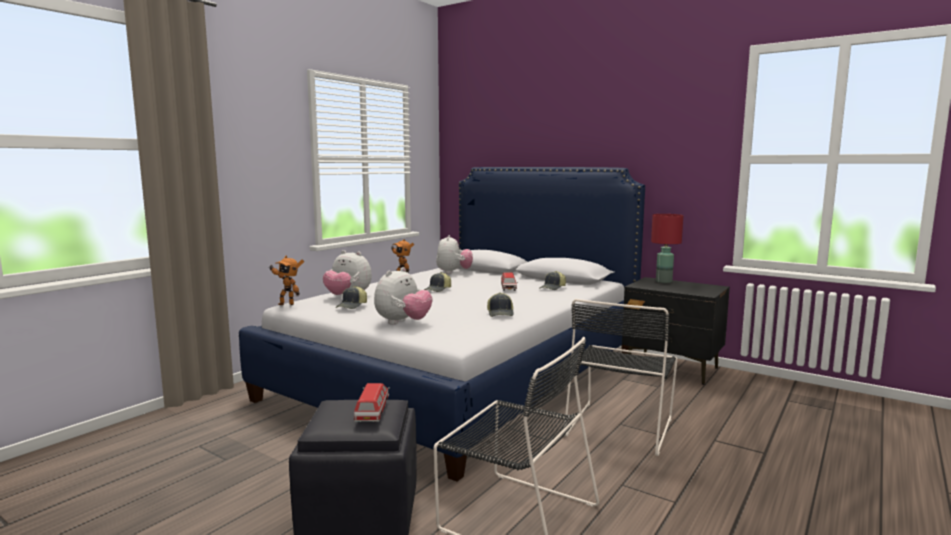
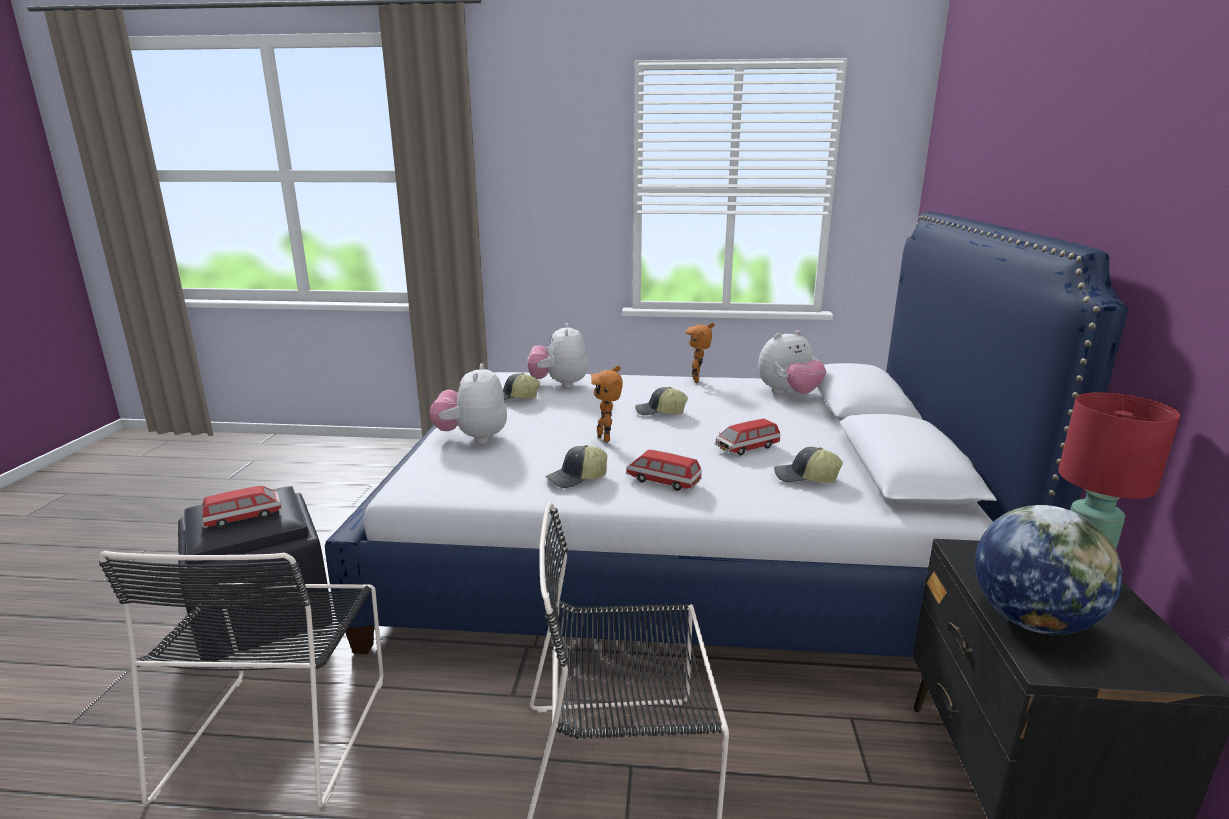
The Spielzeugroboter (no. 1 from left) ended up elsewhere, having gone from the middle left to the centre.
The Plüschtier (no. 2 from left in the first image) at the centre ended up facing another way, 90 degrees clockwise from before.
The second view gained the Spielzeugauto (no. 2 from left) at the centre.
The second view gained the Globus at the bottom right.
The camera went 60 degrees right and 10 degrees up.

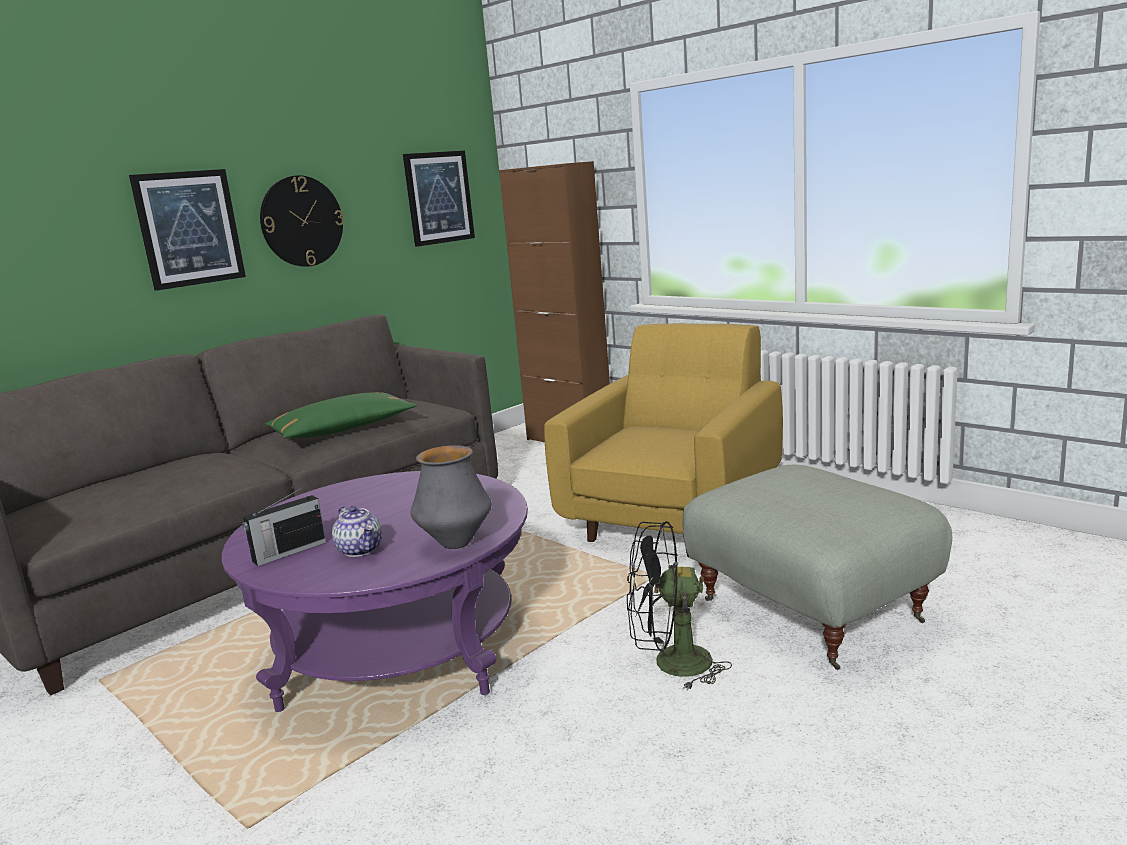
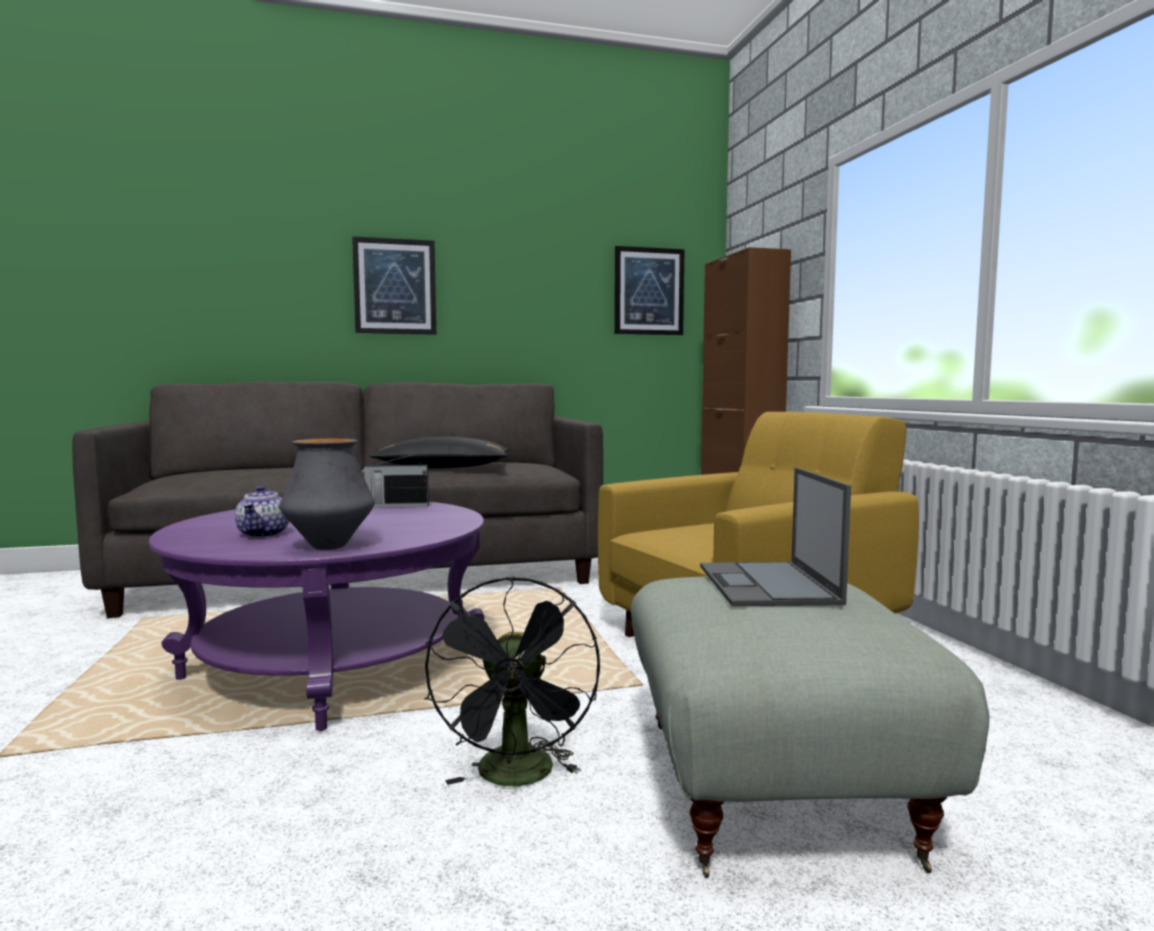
The second view lost the Wanduhr at the top left.
What was the Kissen/grün at the middle left turned into the Kissen/schwarz at the centre.
The Radio ended up elsewhere, having gone from the middle left to the centre.
The Ventilator/schwarz at the bottom centre ended up facing another way, 120 degrees counterclockwise from before.
The second view gained the Laptop at the middle right.
The camera went 30 degrees right and 10 degrees down.

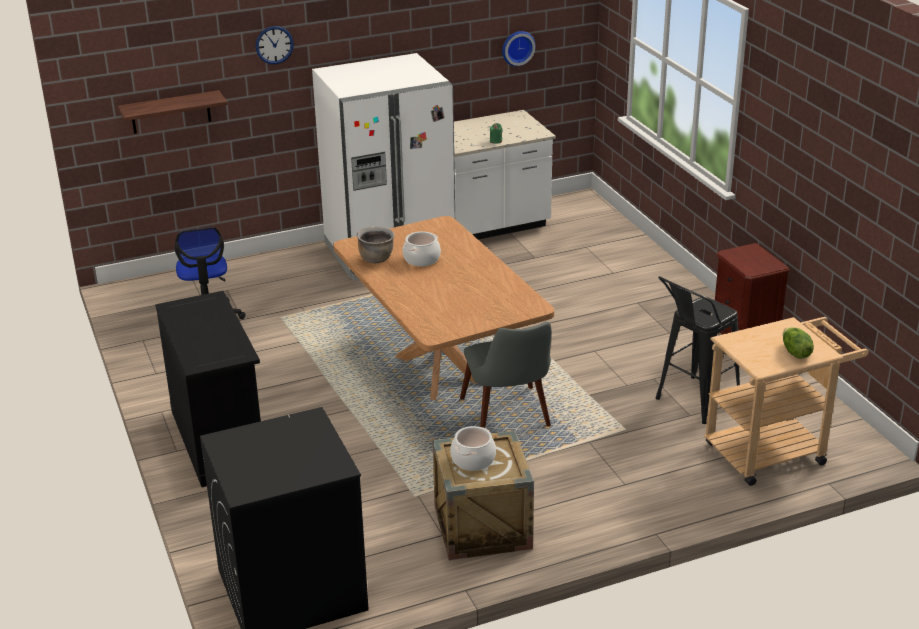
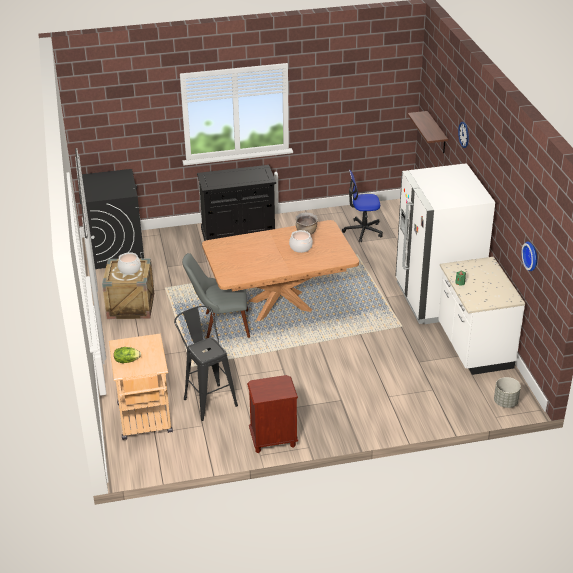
The second view gained the Pflanzkübel/grau at the bottom right.
The camera went 100 degrees right and 5 degrees up.

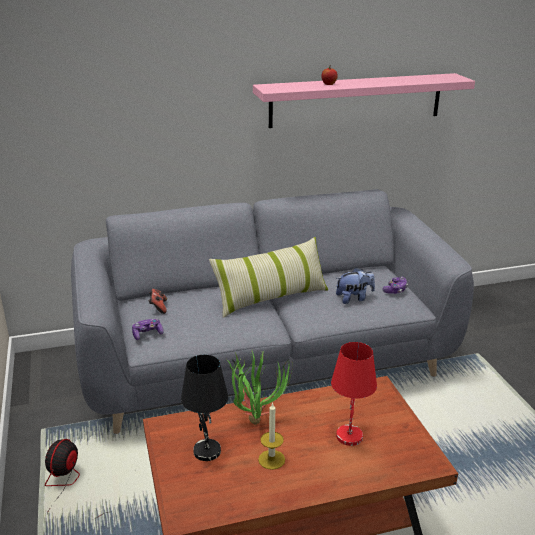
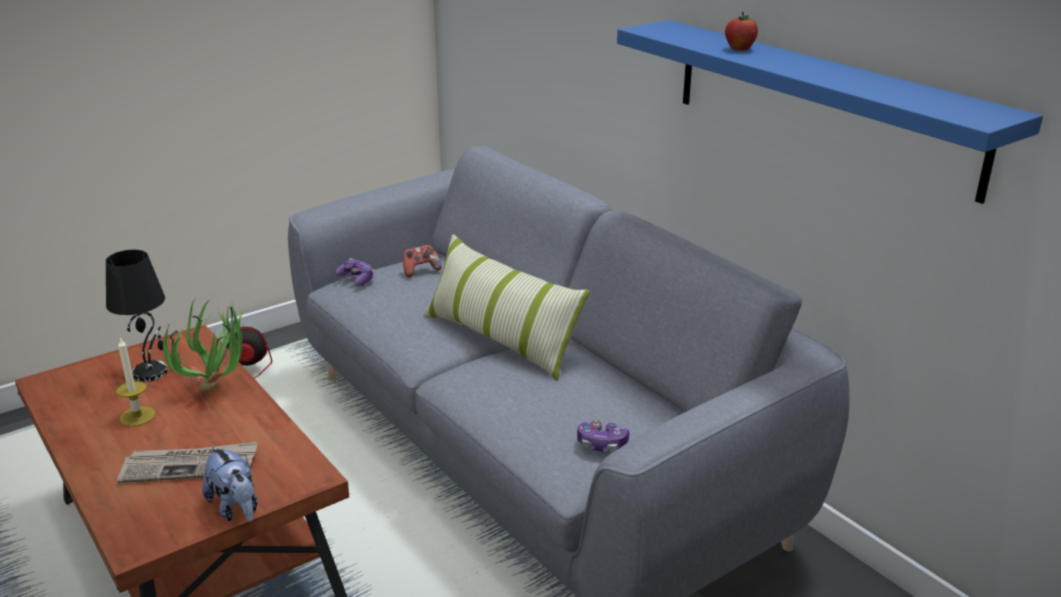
What was the Wandregal/rosa at the top right turned into the Wandregal/blau at the top right.
The Plüschtier ended up elsewhere, having gone from the centre to the bottom left.
Where the Tischlampe/rot stood at the bottom centre, the Zeitung came to stand at the bottom left.
The camera went 70 degrees right and 0 degrees up.

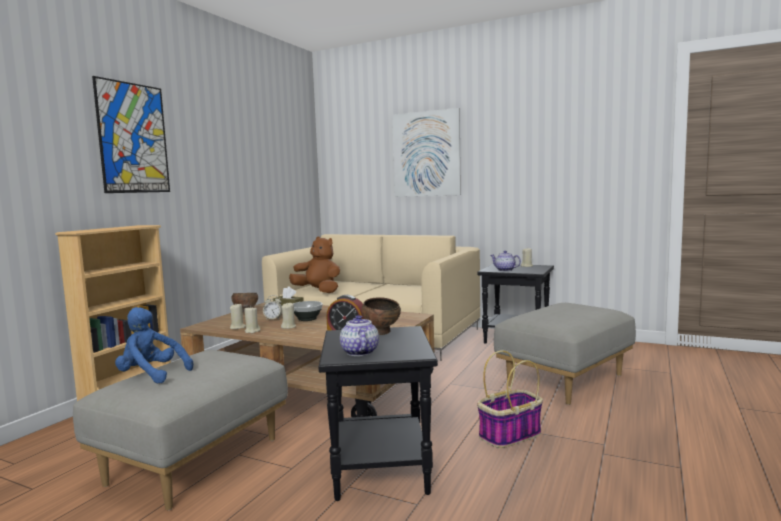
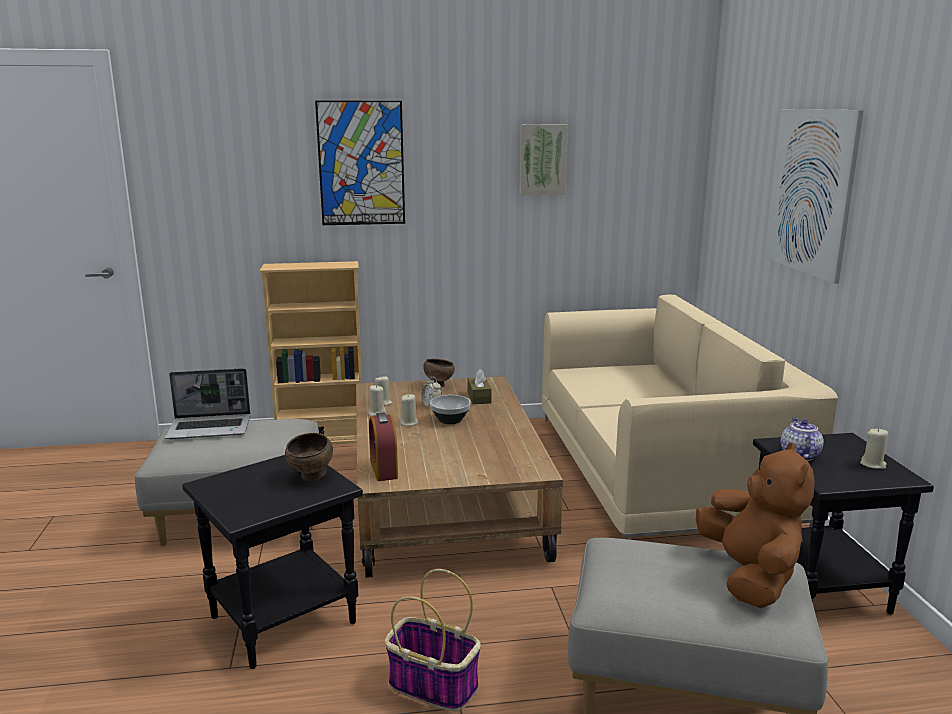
The Plüschtier/braun ended up elsewhere, having gone from the centre to the bottom right.
Where the Plüschtier/blau stood at the middle left, the Laptop came to stand at the middle left.
The second view lost the Teekanne (no. 1 from left) at the centre.
The second view gained the Bild (no. 2 from left) at the top centre.
The camera went 55 degrees right and 10 degrees up.

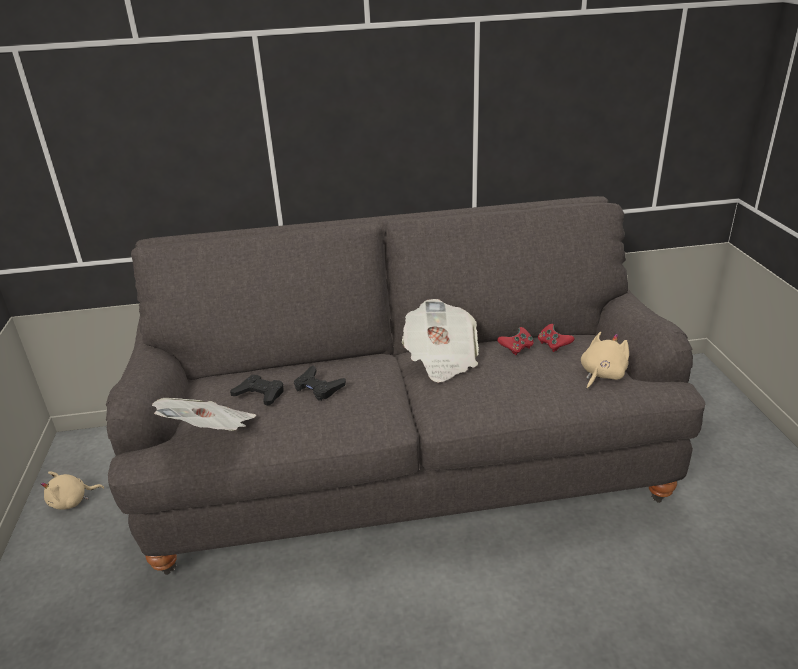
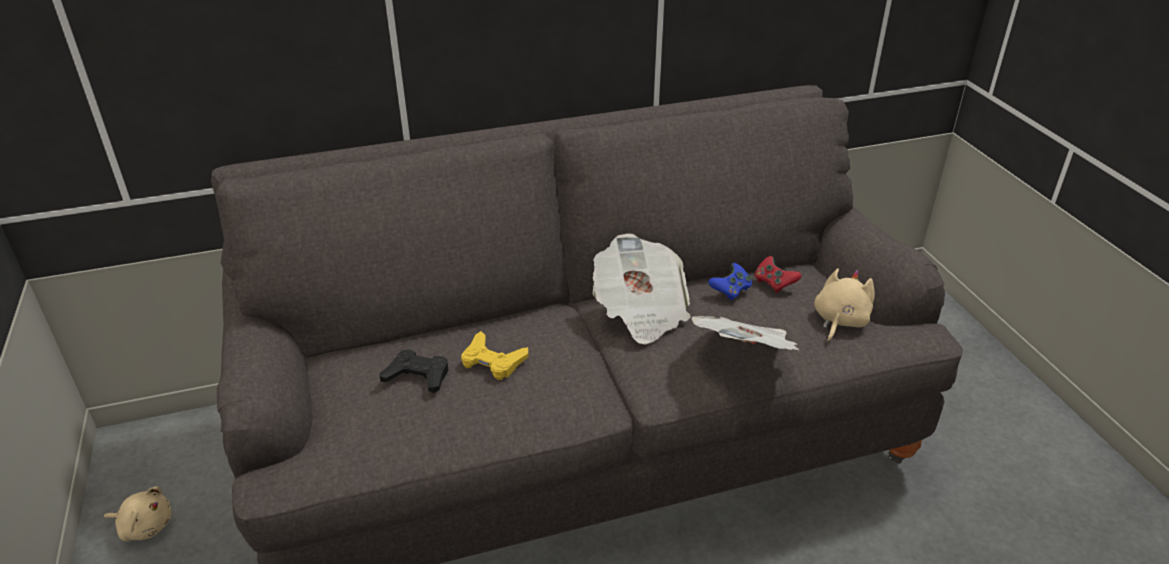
What was the Gamepad/rot (no. 1 from left) at the centre turned into the Gamepad/blau at the centre.
What was the Gamepad/schwarz (no. 2 from left) at the centre turned into the Gamepad/gelb at the centre.
The Zeitung (no. 1 from left in the first image) ended up elsewhere, having gone from the middle left to the centre.
The Plüschtier/beige (no. 1 from left) at the bottom left ended up facing another way, 135 degrees counterclockwise from before.
The camera went 10 degrees left and 5 degrees up.

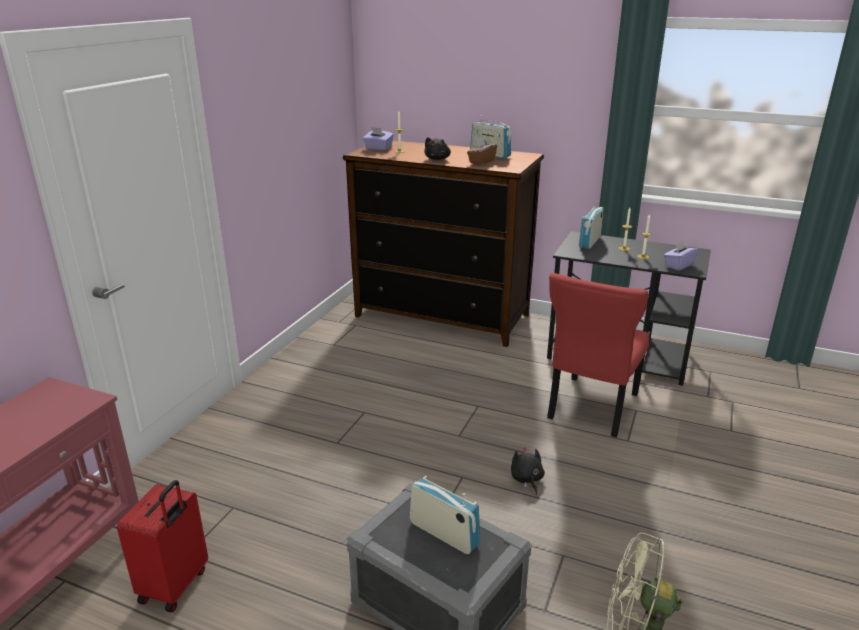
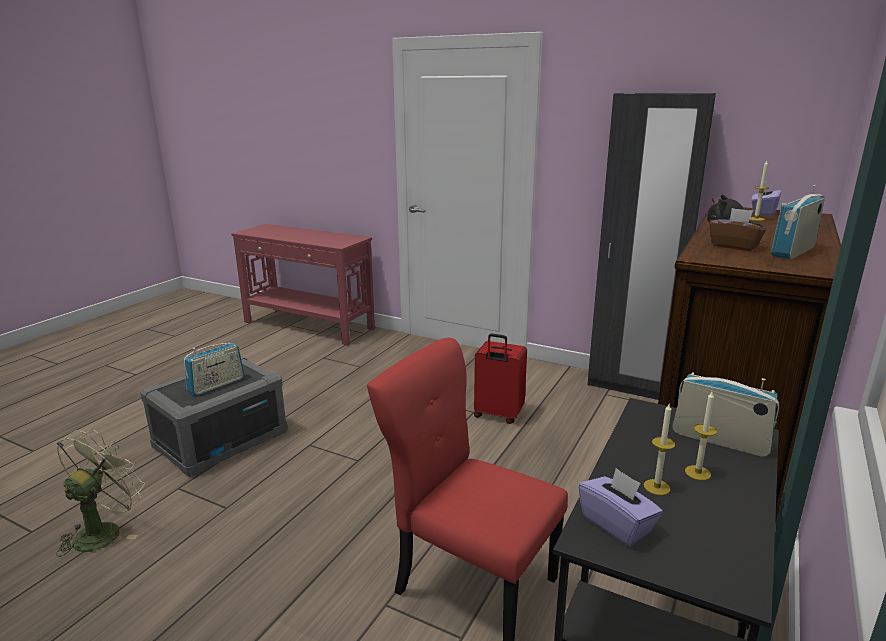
The second view lost the Plüschtier/schwarz (no. 2 from left) at the bottom centre.
The Koffer/rot ended up elsewhere, having gone from the bottom left to the centre.
The second view gained the Kleiderschrank/schwarz at the middle right.
The camera went 95 degrees right and 5 degrees down.

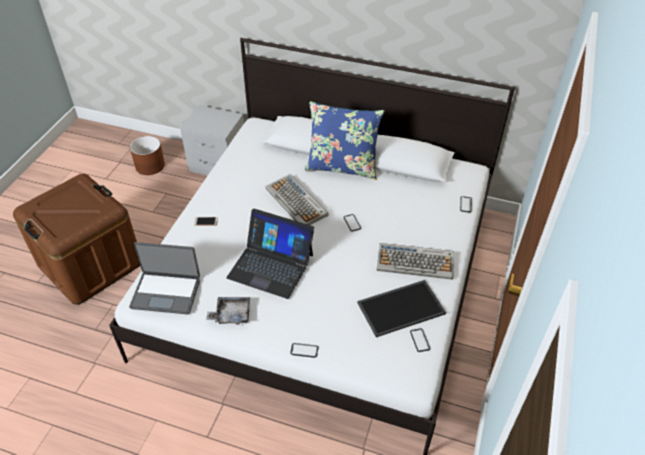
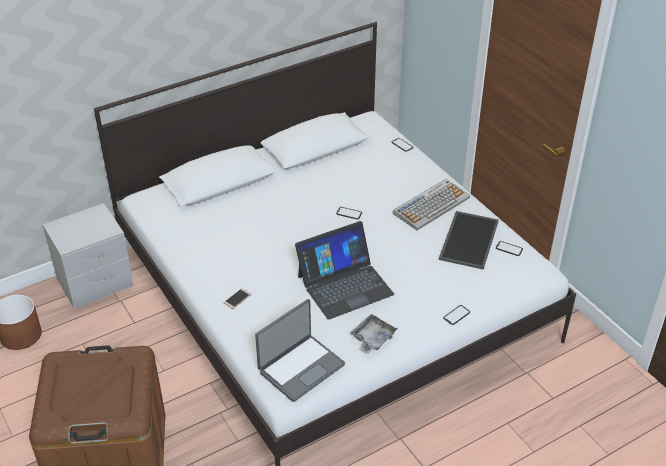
The second view lost the Kissen/blau at the top centre.
The second view lost the Tastatur (no. 1 from left) at the centre.
The camera went 50 degrees left and 5 degrees down.

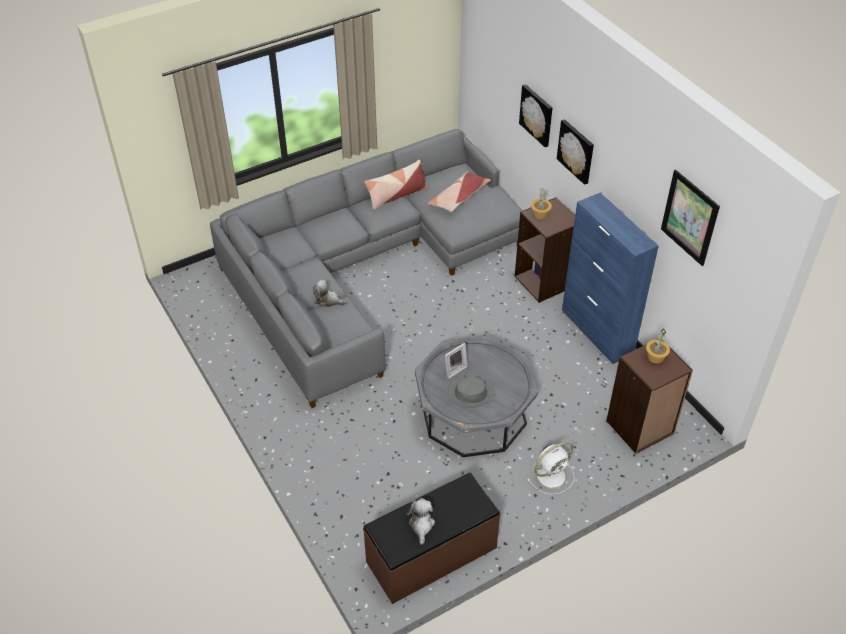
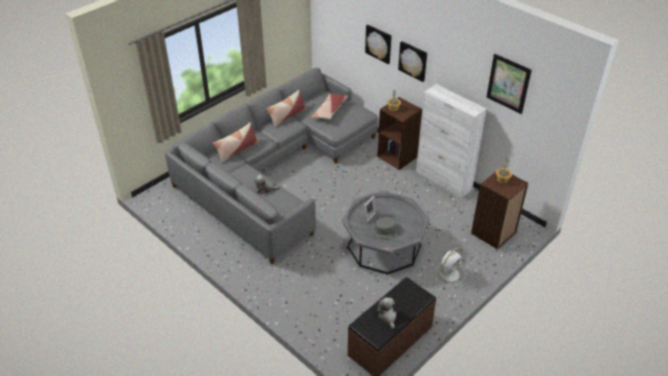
What was the Schrank/blau at the middle right turned into the Schrank/weiß at the middle right.
The second view gained the Kissen (no. 1 from left) at the centre.
The camera went 15 degrees left and 5 degrees down.

